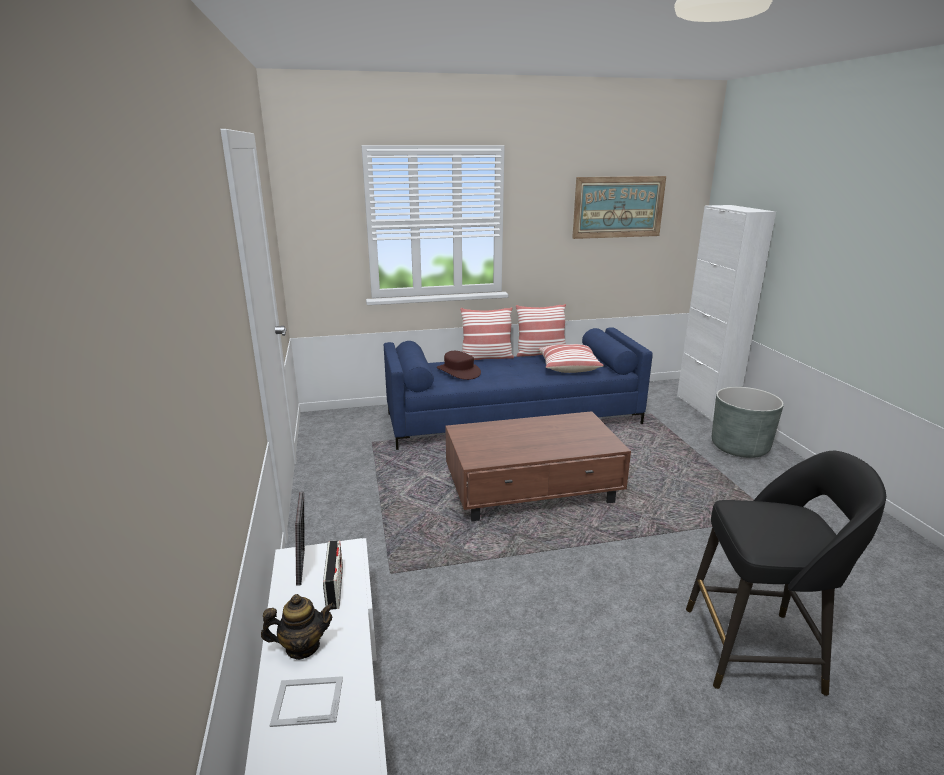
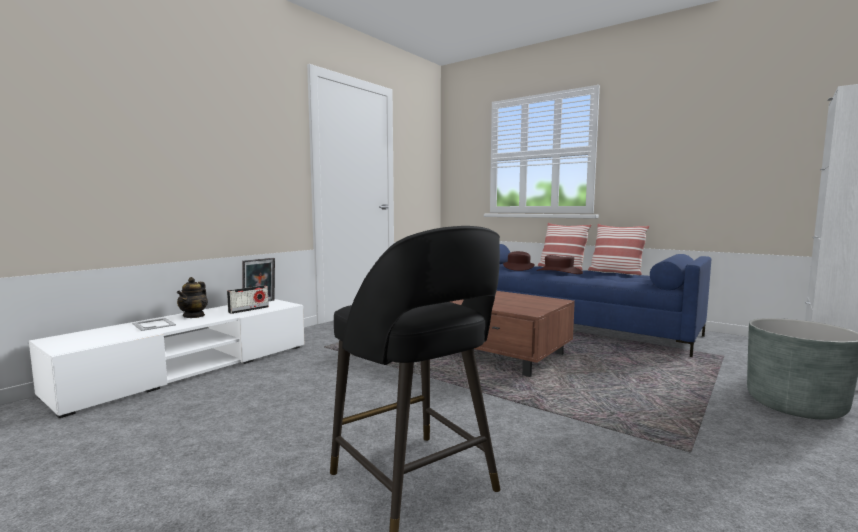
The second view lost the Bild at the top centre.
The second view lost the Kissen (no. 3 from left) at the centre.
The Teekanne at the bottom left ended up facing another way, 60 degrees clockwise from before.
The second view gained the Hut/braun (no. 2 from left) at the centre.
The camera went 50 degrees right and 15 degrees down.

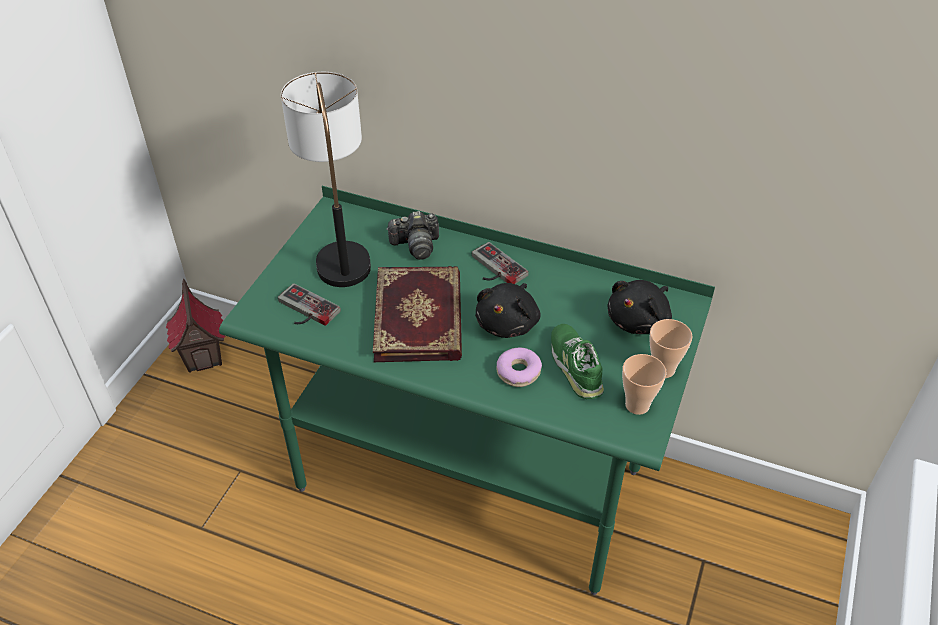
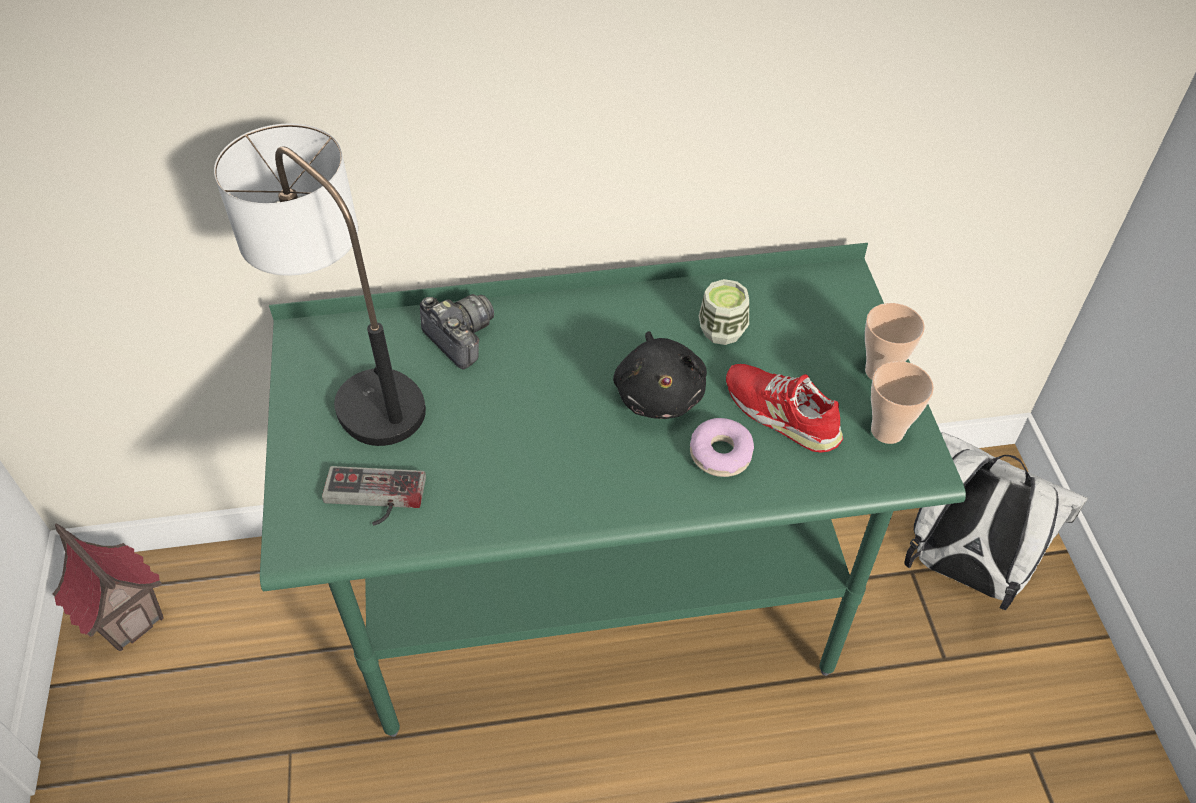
The Kamera at the centre ended up facing another way, 90 degrees counterclockwise from before.
The second view lost the Gamepad (no. 2 from left) at the centre.
The second view lost the Buch at the centre.
The second view lost the Plüschtier/schwarz (no. 2 from left) at the middle right.
What was the Schuh/grün at the centre turned into the Schuh/rot at the centre.
The second view gained the Tasse (no. 1 from left) at the centre.
The second view gained the Rucksack/weiß at the middle right.
The camera went 30 degrees left and 5 degrees up.

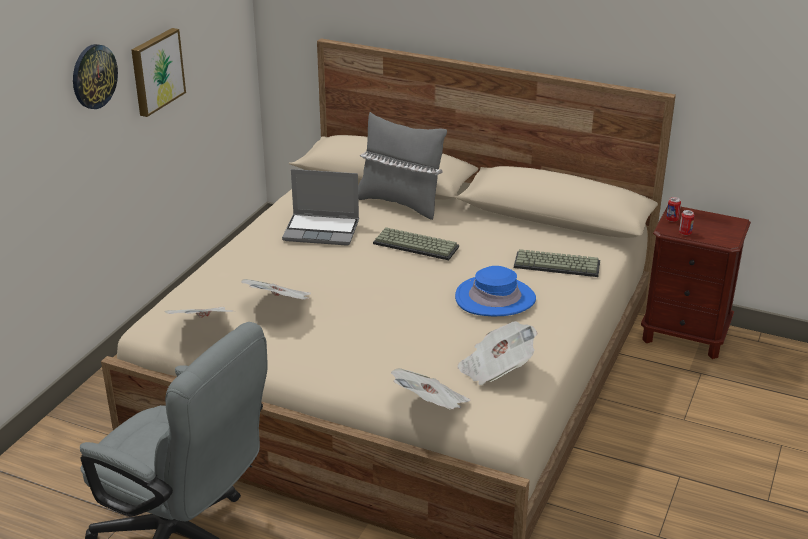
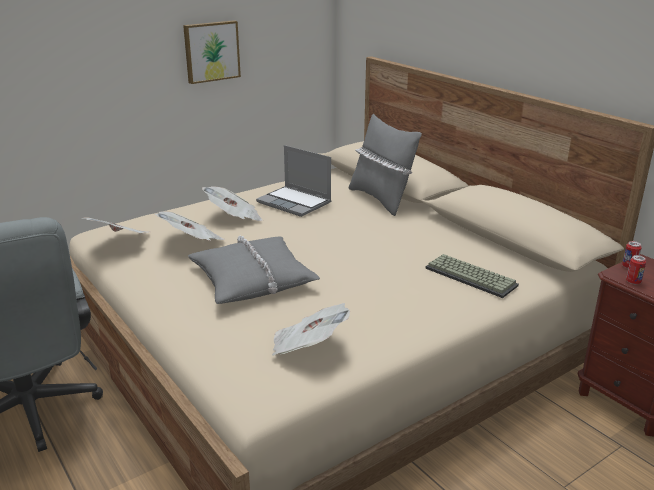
The second view lost the Wanduhr at the top left.
The second view lost the Tastatur (no. 1 from left) at the centre.
The second view lost the Hut/blau at the centre.
The Zeitung (no. 3 from left) ended up elsewhere, having gone from the bottom centre to the centre.
The second view gained the Kissen/grau (no. 1 from left) at the centre.
The camera went 30 degrees right and 5 degrees down.

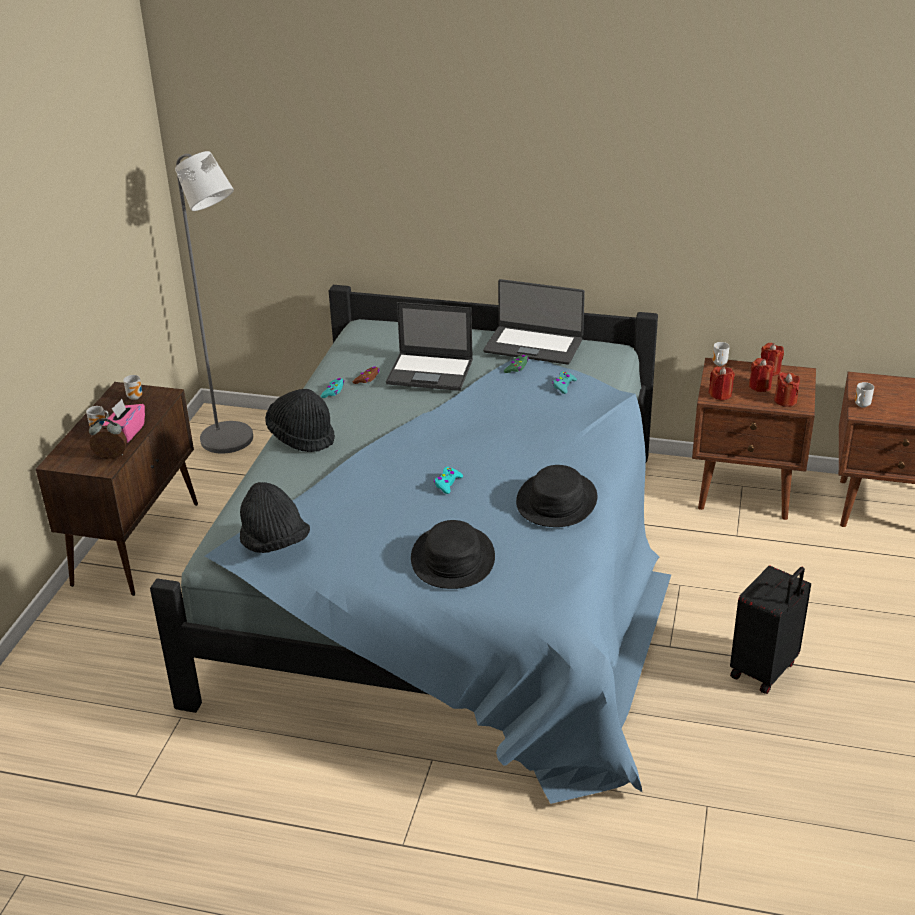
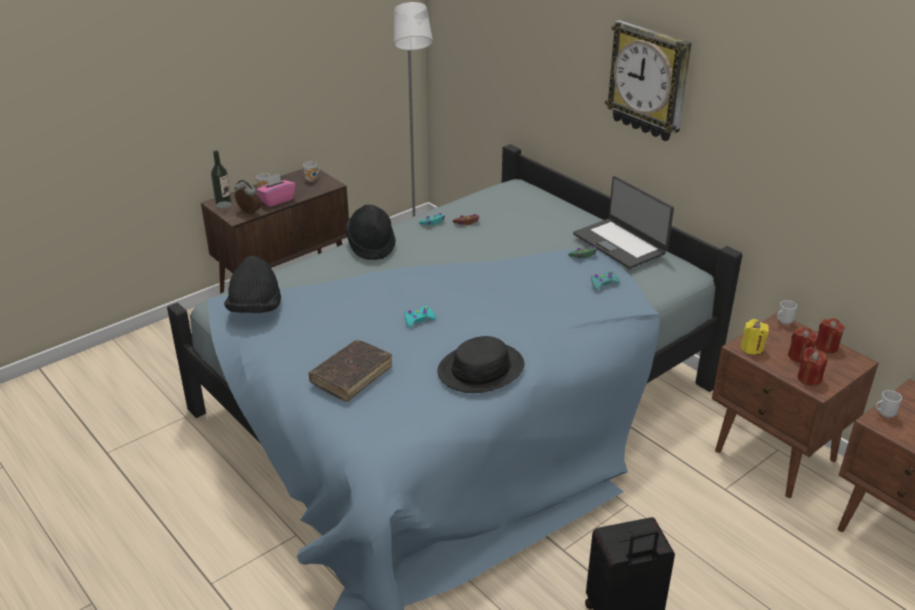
The second view lost the Laptop (no. 1 from left) at the centre.
What was the Kerze/rot (no. 1 from left) at the middle right turned into the Kerze/gelb at the middle right.
Where the Hut/schwarz (no. 3 from left) stood at the centre, the Buch/braun came to stand at the centre.
The second view gained the Wanduhr at the top right.
The second view gained the Flasche at the top left.
The camera went 35 degrees right and 0 degrees up.

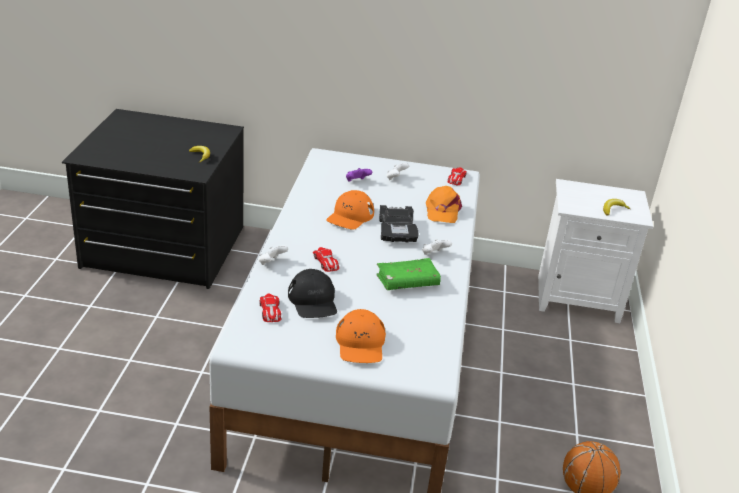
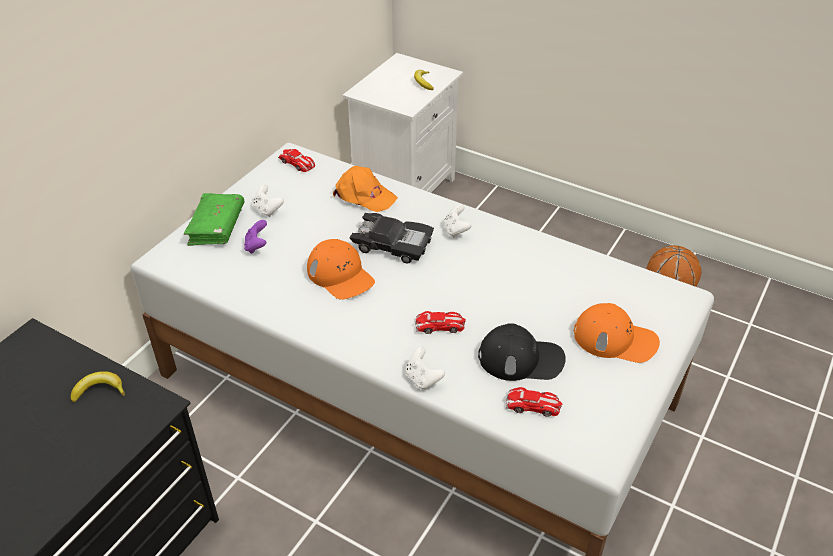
The Buch/grün ended up elsewhere, having gone from the centre to the middle left.
The camera went 65 degrees left and 10 degrees up.

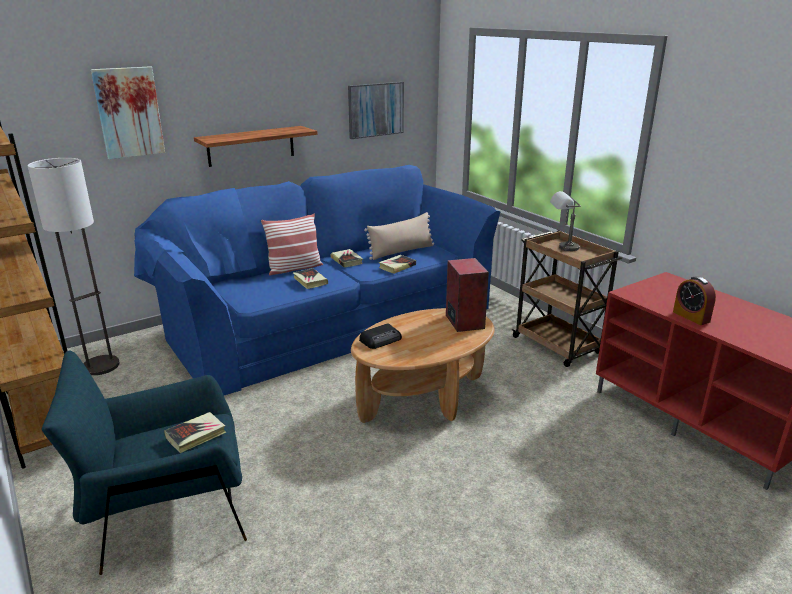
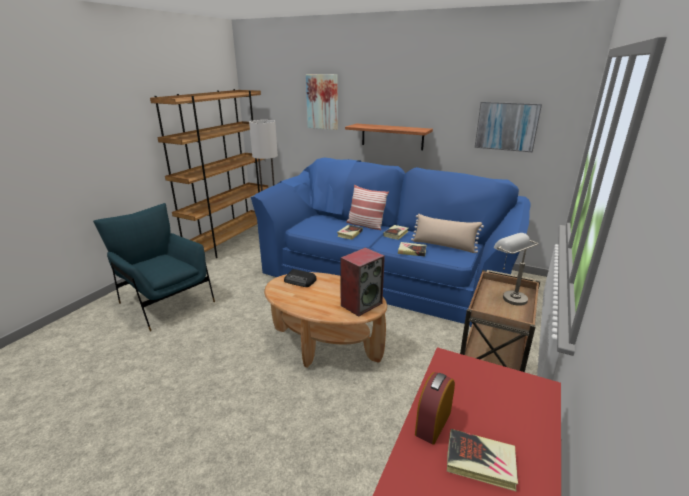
The Buch (no. 1 from left in the first image) ended up elsewhere, having gone from the bottom left to the bottom right.
The camera went 60 degrees right and 0 degrees up.

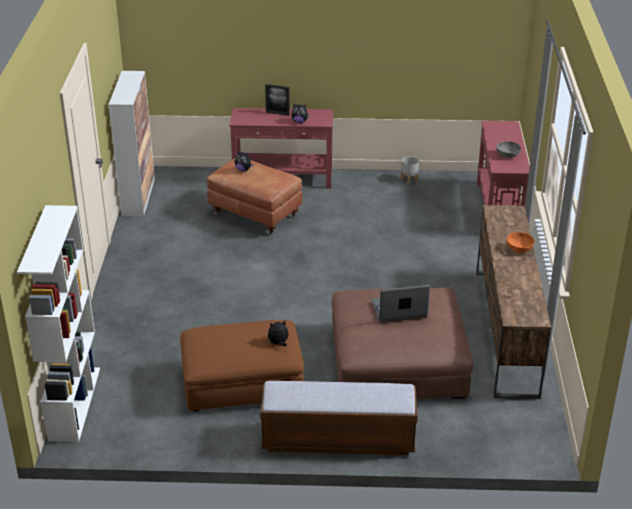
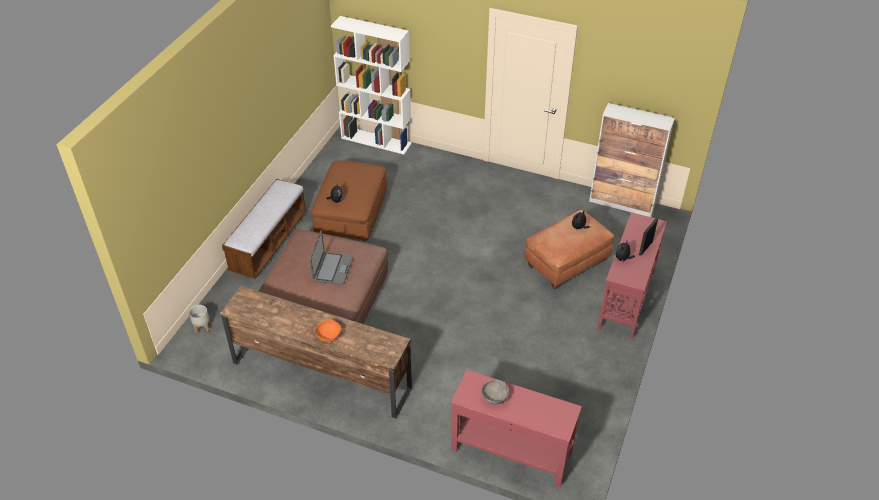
The Pflanzkübel/grau ended up elsewhere, having gone from the centre to the middle left.
The camera went 110 degrees right and 10 degrees up.

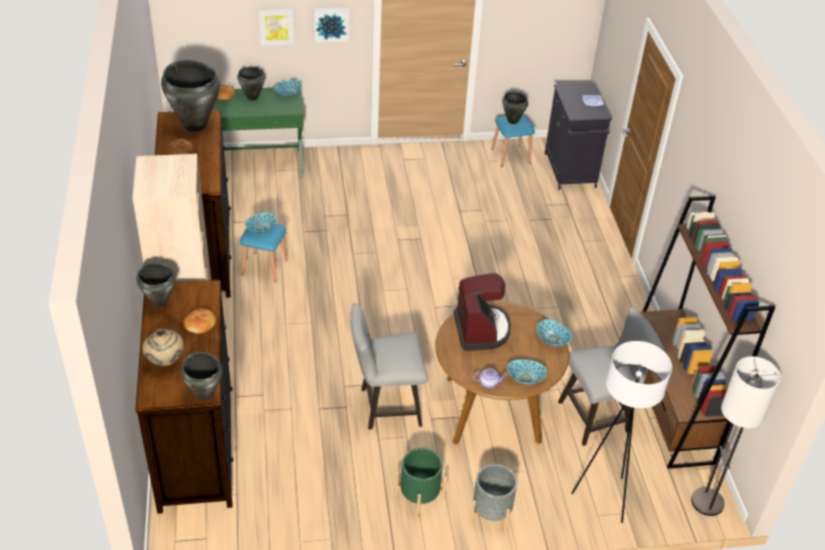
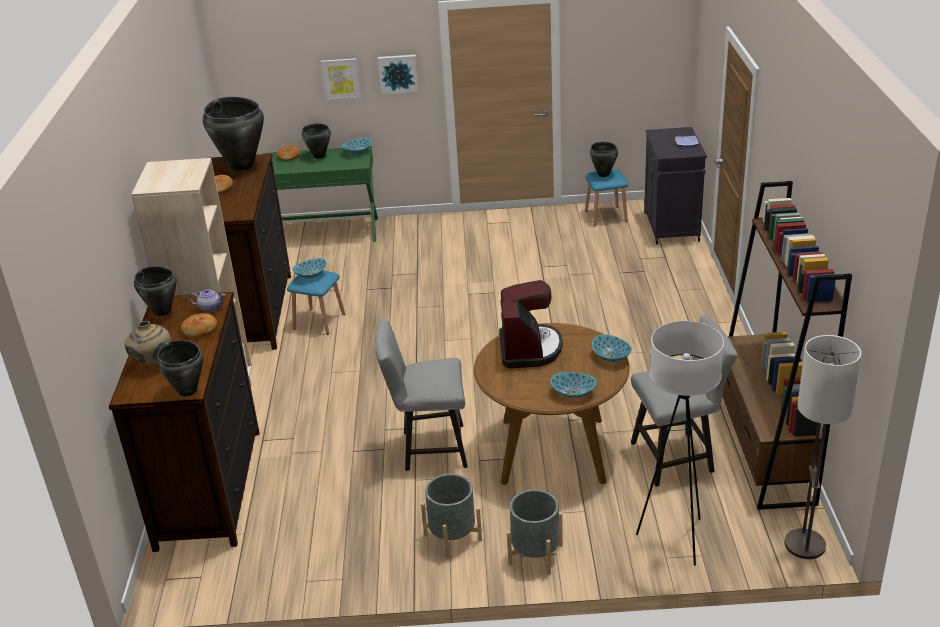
The Teekanne ended up elsewhere, having gone from the bottom centre to the middle left.
What was the Pflanzkübel/grün at the bottom centre turned into the Pflanzkübel/grau (no. 1 from left) at the bottom centre.
The camera went 10 degrees right and 10 degrees down.

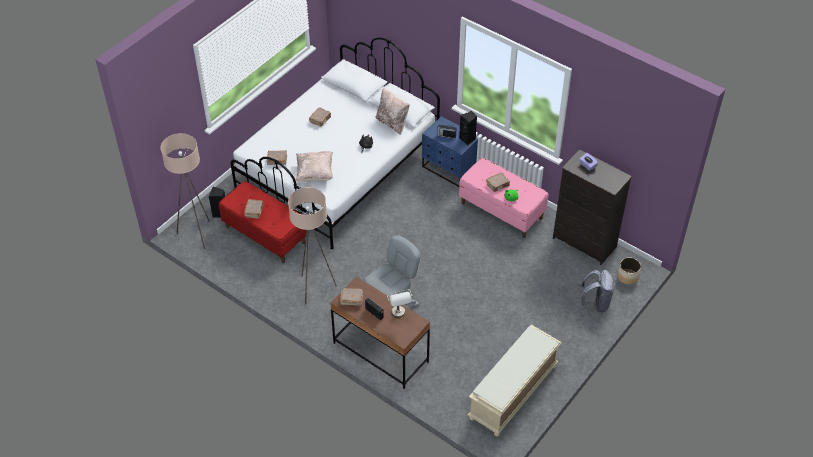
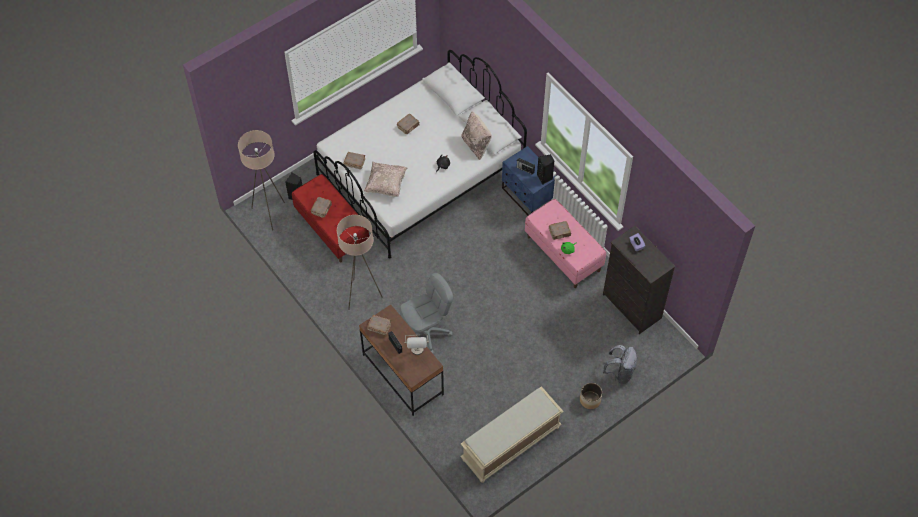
The Pflanzkübel ended up elsewhere, having gone from the middle right to the bottom centre.
The camera went 15 degrees right and 10 degrees up.

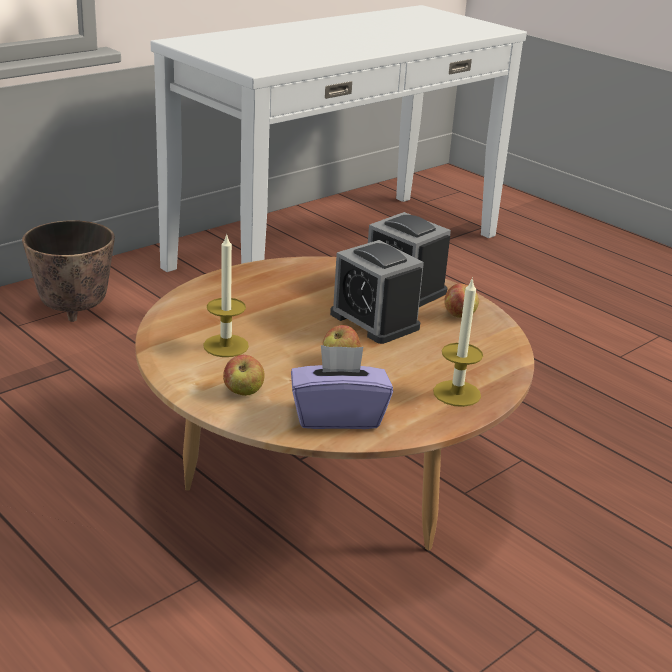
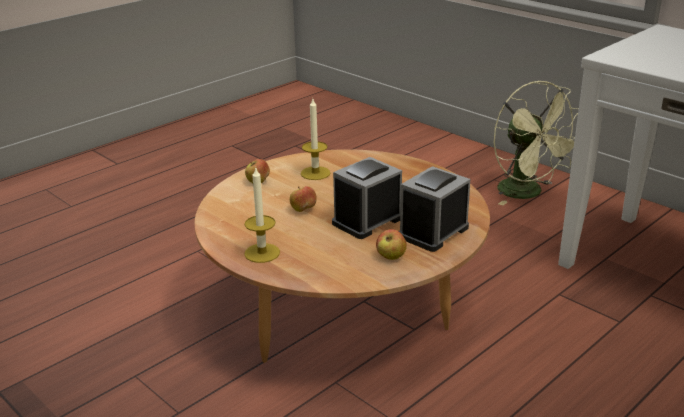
Where the Pflanzkübel stood at the middle left, the Ventilator/grün came to stand at the middle right.
The second view lost the Taschentuchbox/lila at the centre.
The camera went 90 degrees right and 0 degrees up.

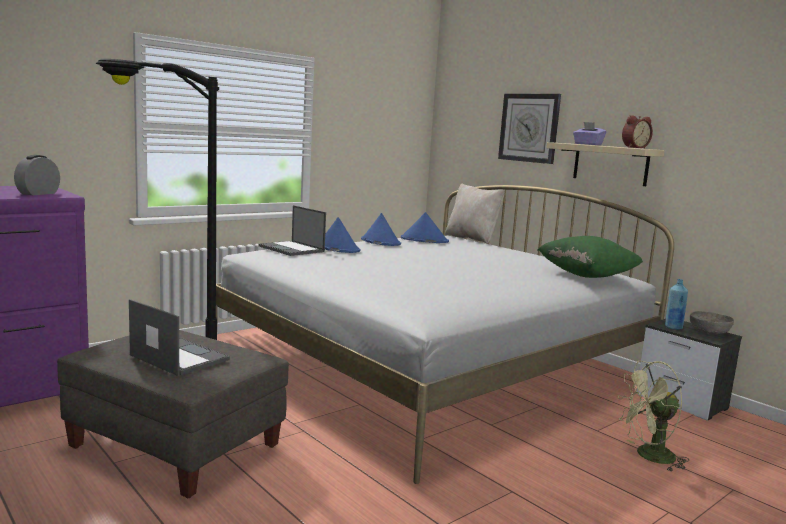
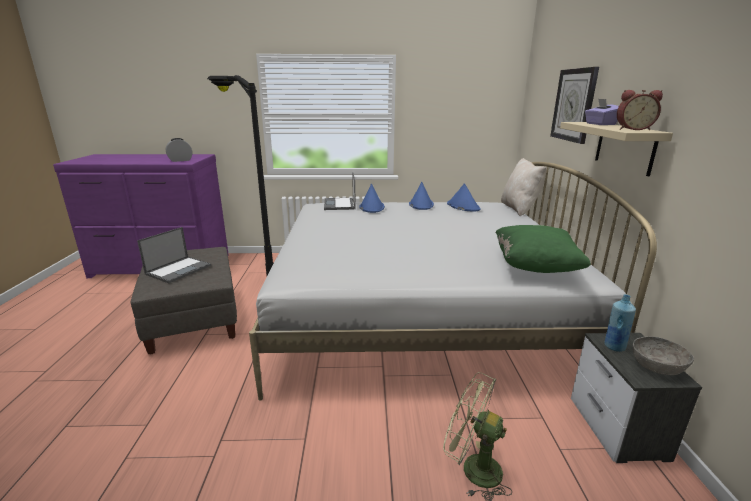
The Laptop (no. 1 from left) at the middle left ended up facing another way, 45 degrees clockwise from before.
The camera went 40 degrees right and 10 degrees up.

